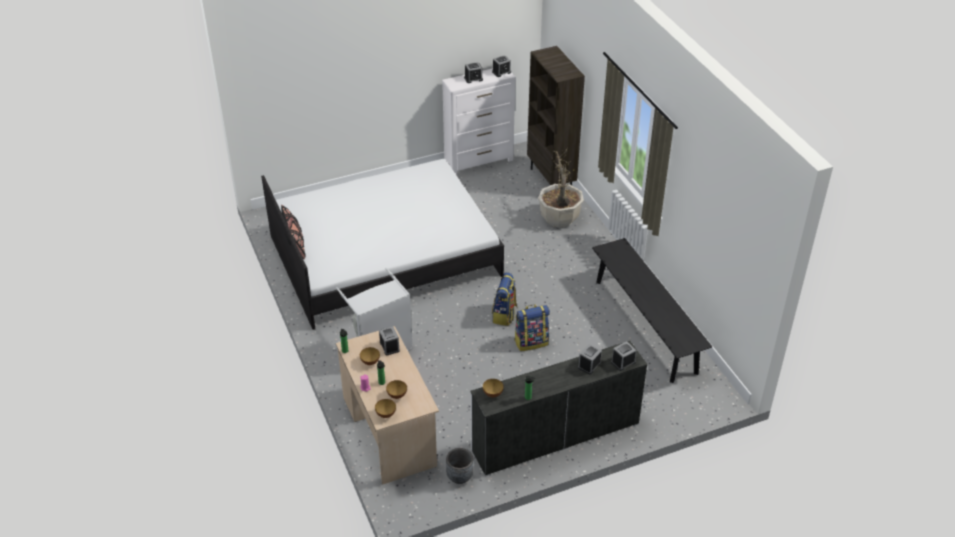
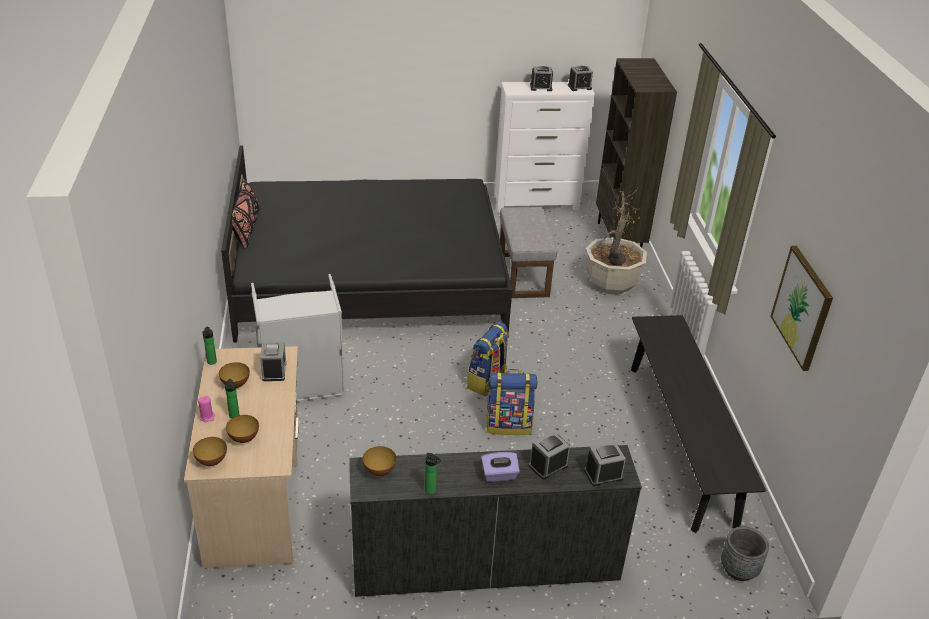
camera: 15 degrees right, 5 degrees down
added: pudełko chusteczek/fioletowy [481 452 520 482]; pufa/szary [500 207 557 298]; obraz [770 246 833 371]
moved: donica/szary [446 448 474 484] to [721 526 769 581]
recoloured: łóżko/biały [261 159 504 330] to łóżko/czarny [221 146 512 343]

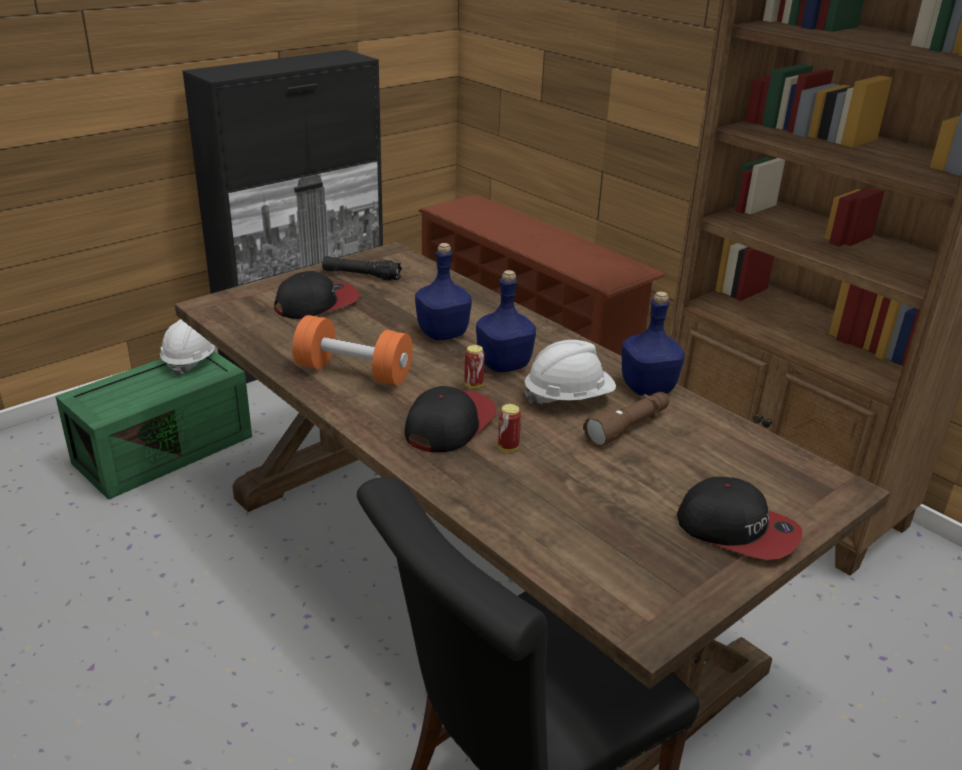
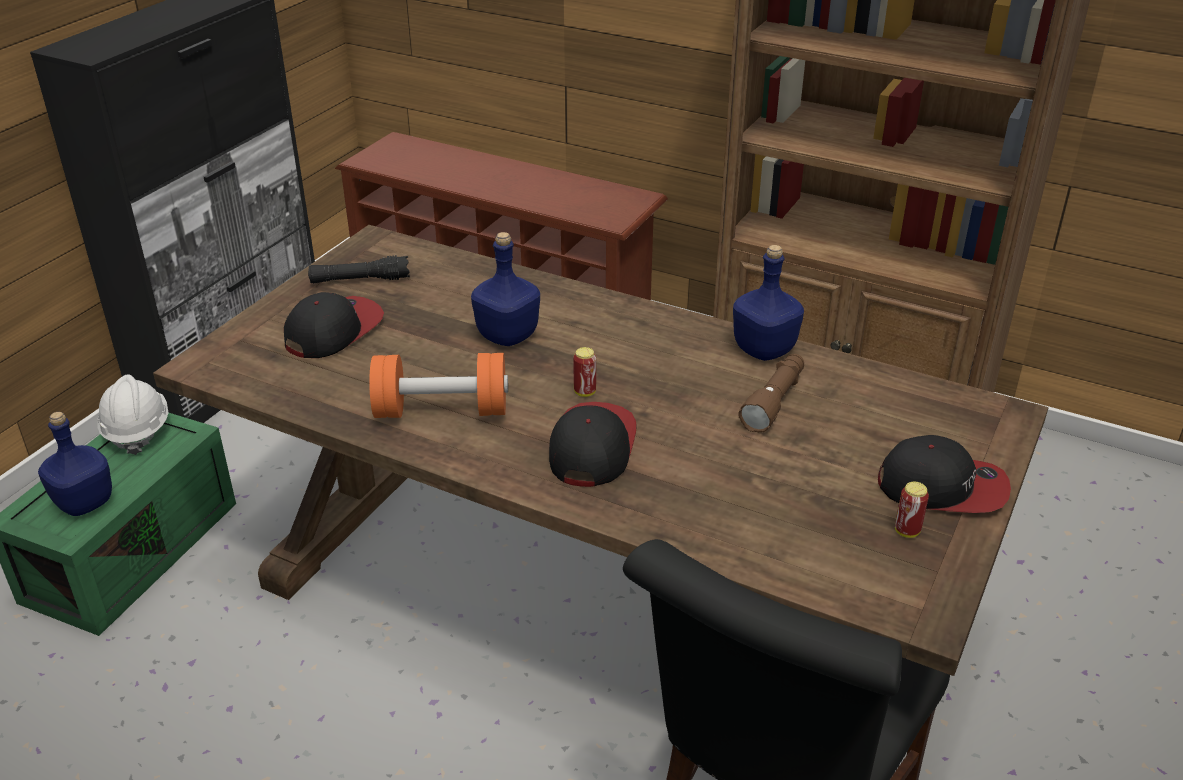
camera: 20 degrees left, 5 degrees up
removed: kask/biały [524 340 616 404]
moved: butelka/niebieski [476 270 536 372] to [38 412 112 516]; puszka [498 404 521 452] to [895 482 929 538]

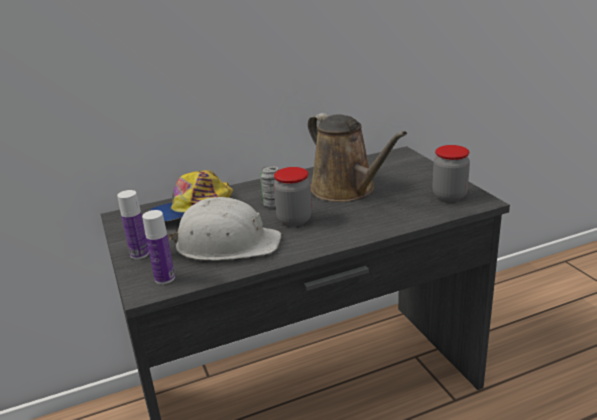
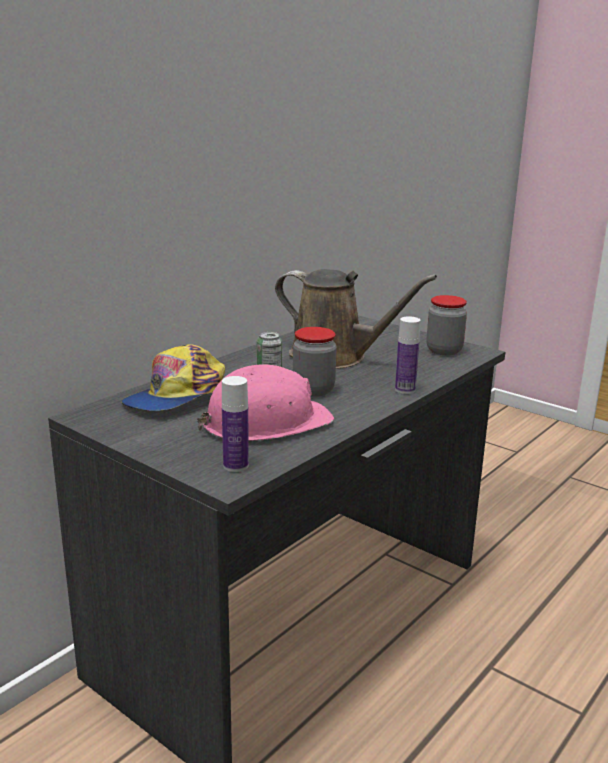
camera: 30 degrees left, 5 degrees down
moved: butelka [117 190 149 259] to [395 316 420 394]
recoloured: kask/biały [168 197 281 261] to kask/różowy [197 364 334 441]

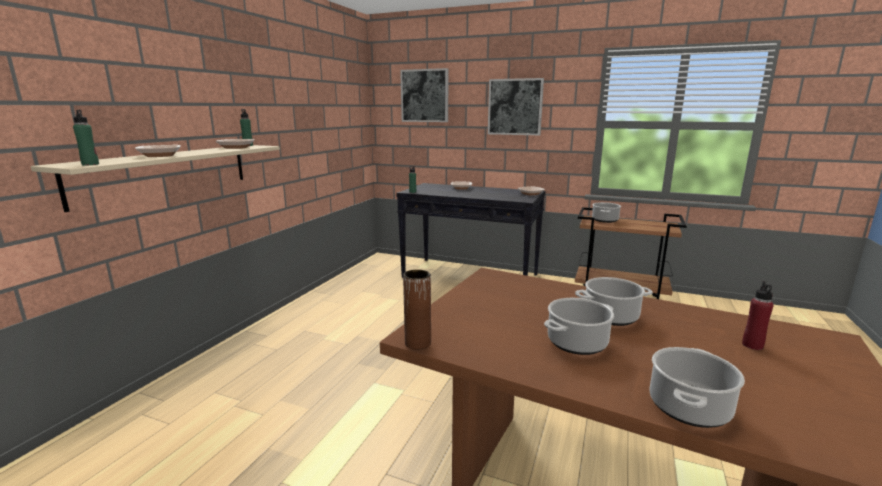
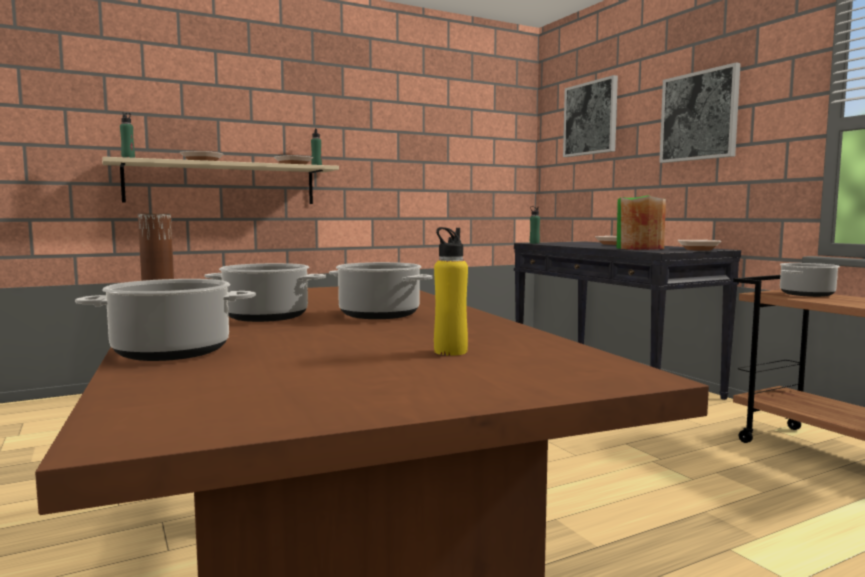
camera: 40 degrees right, 10 degrees down
added: wazon/zielony [617 195 666 250]
recoloured: butelka/czerwony [742 281 774 350] to butelka/żółty [434 227 468 356]

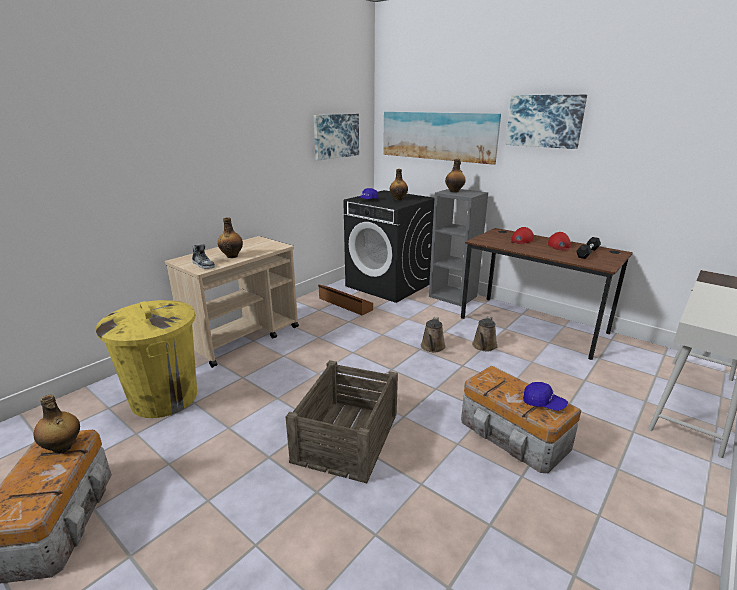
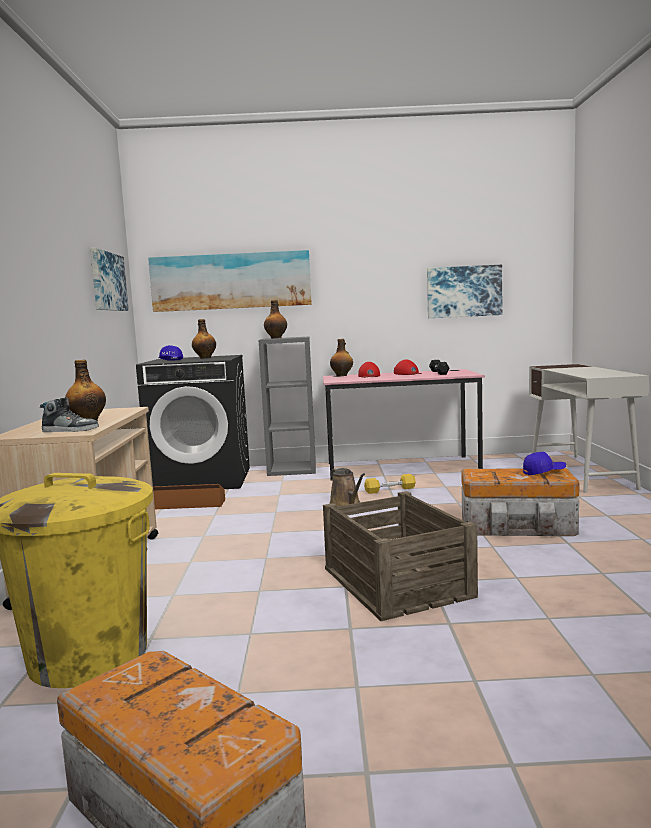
camera: 40 degrees left, 15 degrees down
moved: butelka [33 395 80 454] to [330 339 353 376]; obraz [506 95 587 149] to [427 265 502 318]
replaced: konewka/brązowy [472 316 498 351] to hantel/żółty [364 474 416 494]
recoloured: biurko/brązowy [461 228 633 360] to biurko/różowy [323 369 485 480]

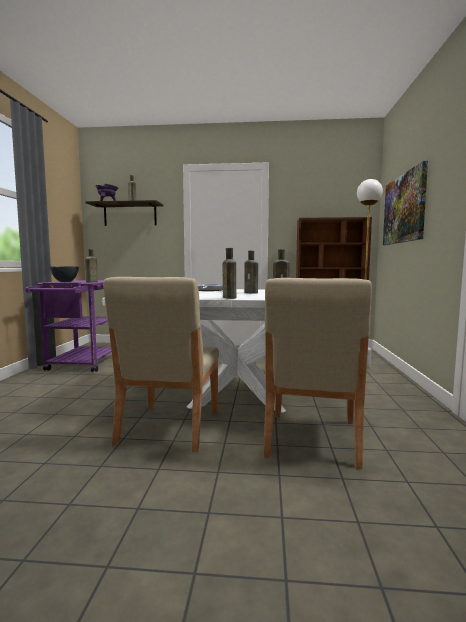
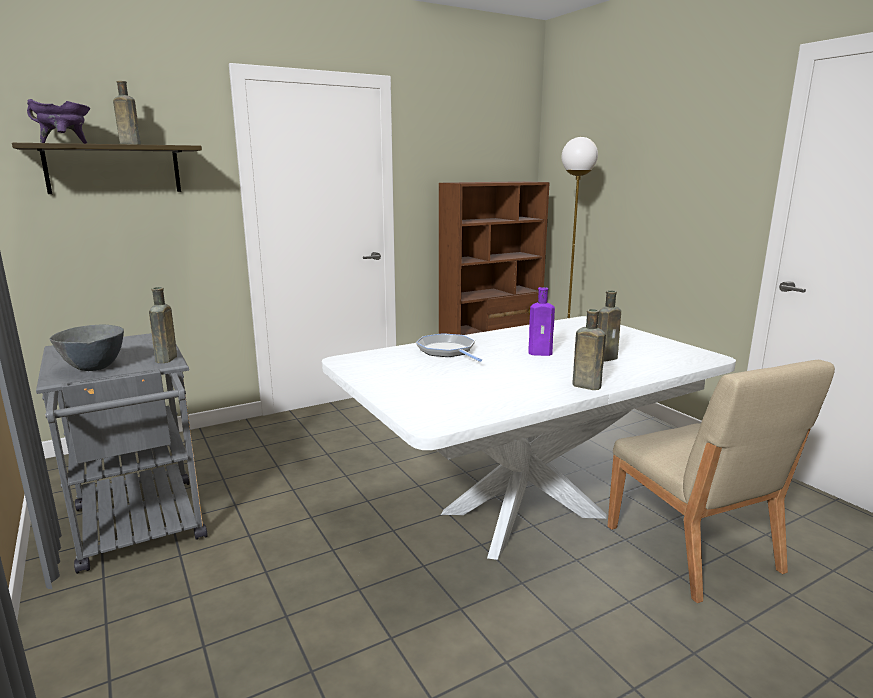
camera: 35 degrees left, 10 degrees up
removed: krzesło/beżowy [103 277 219 452]; obraz [383 161 428 245]
recoloured: wózek/fioletowy [26 280 112 372] to wózek/szary [36 333 208 574]; butelka/brązowy [244 251 258 294] to butelka/fioletowy [528 287 555 356]

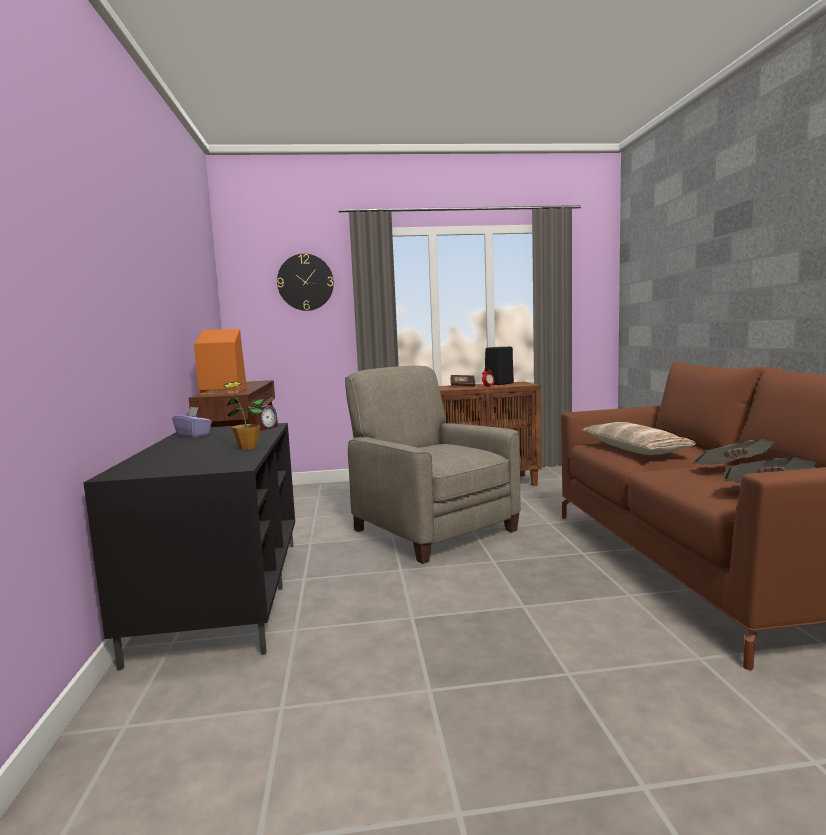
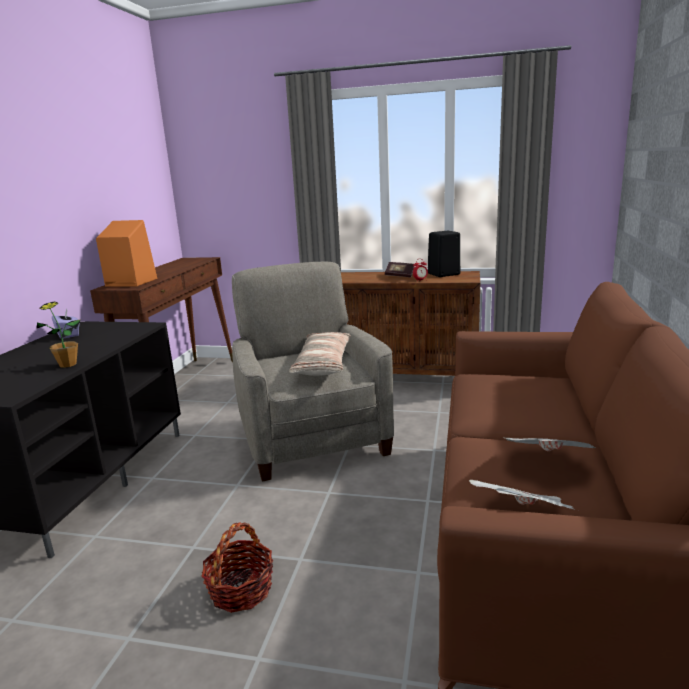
camera: 20 degrees right, 10 degrees up
removed: budzik [247 404 278 431]; zegar ścienny [277 254 334 311]
added: koszyk [201 522 273 613]
moved: poduszka [582 422 696 455] to [289 332 351 376]

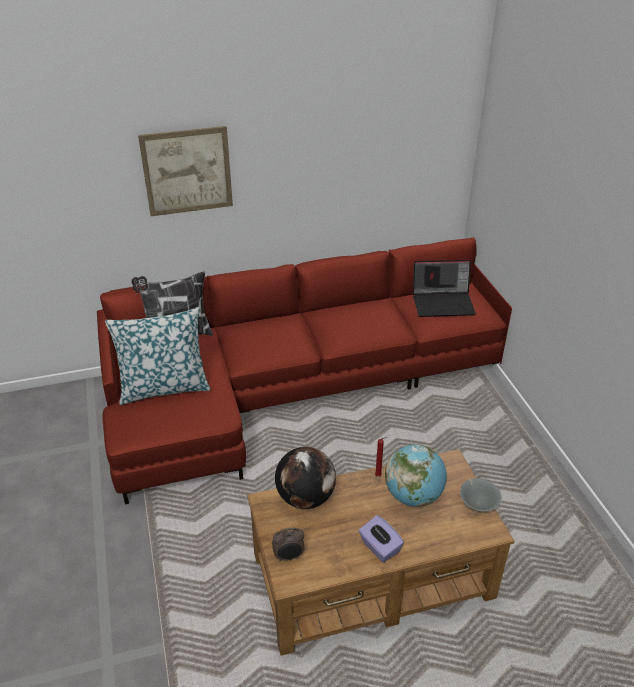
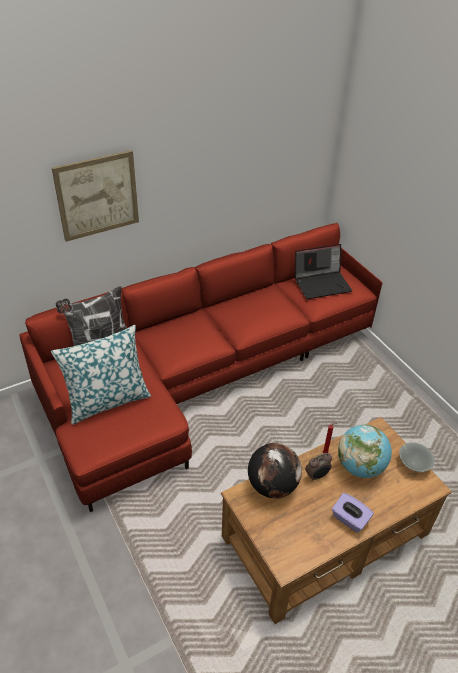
camera: 15 degrees left, 5 degrees up
moved: budzik [272 528 304 562] to [305 453 332 481]

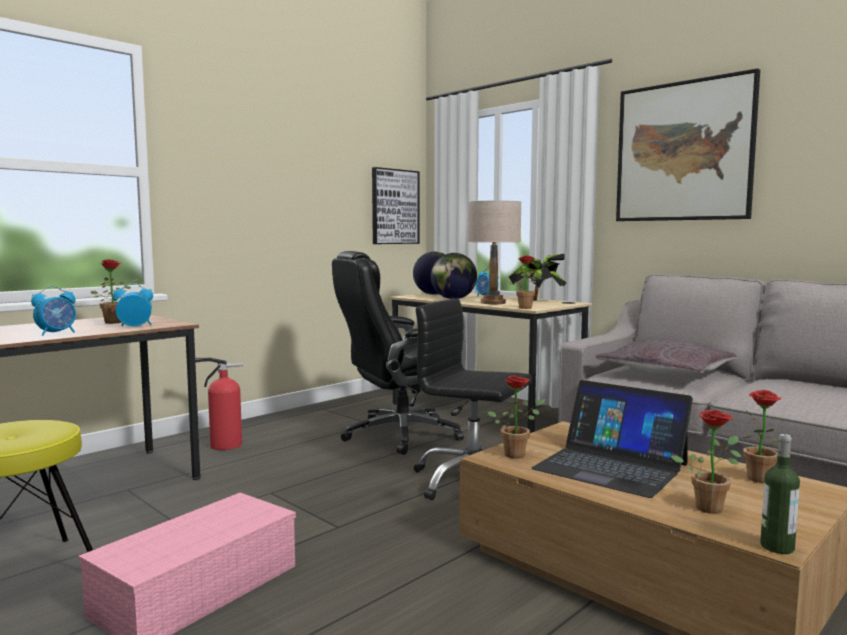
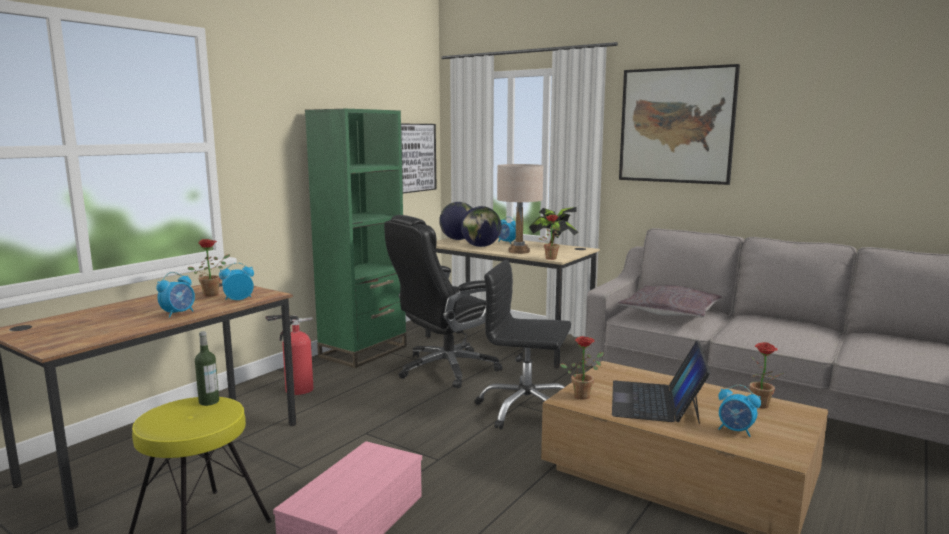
camera: 10 degrees left, 5 degrees up
added: regał/zielony [305 109 407 368]
moved: butelka [760 434 800 554] to [195 331 219 406]
replaced: roślina doniczkowa [671 410 741 514] to budzik [718 385 761 437]
turned: laptop [531 380 693 498] = [612 341 711 424] 75 degrees clockwise

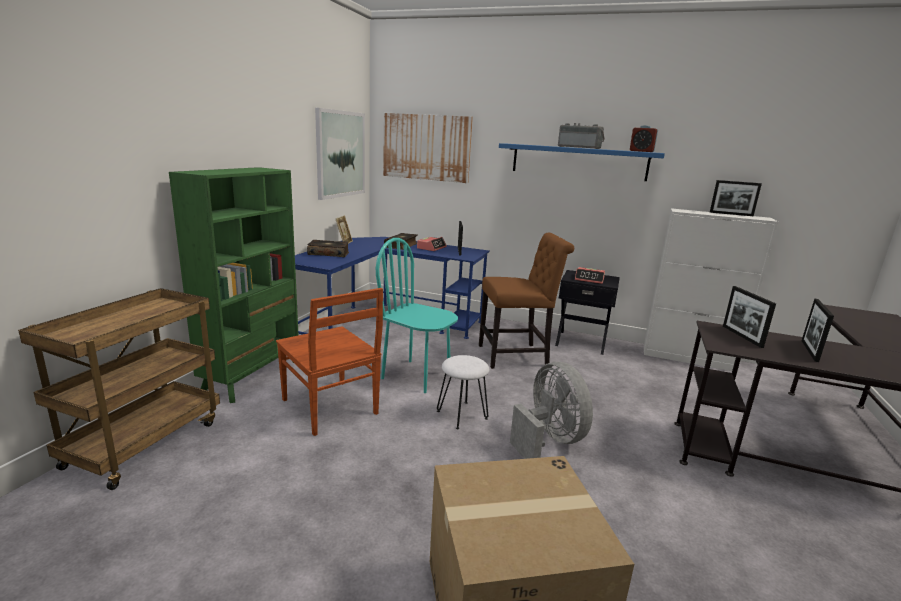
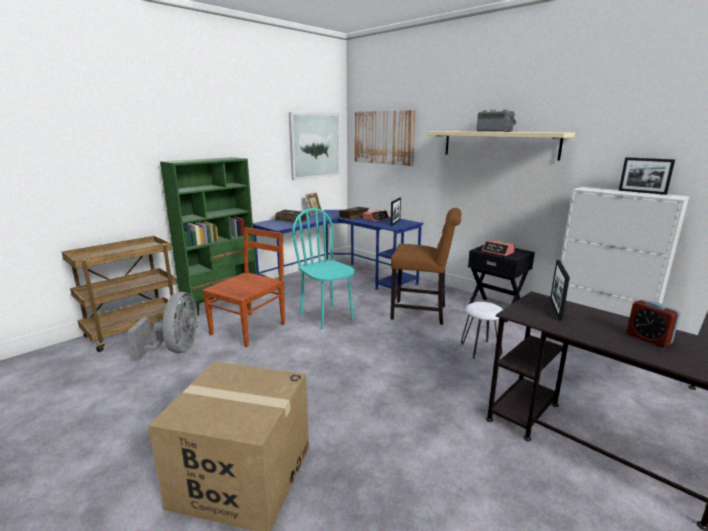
camera: 25 degrees right, 0 degrees up
removed: ramka na zdjęcie [802 299 834 362]
moved: wentylator/szary [510 362 593 459] to [127 292 198 361]; stołek/biały [437 355 489 429] to [461 302 503 358]; budzik [630 125 658 152] to [627 299 681 347]
recoloured: półka/niebieski [499 143 665 181] to półka/beżowy [426 131 575 161]
turned: krzesło/brązowy [276 288 383 436] = [202 227 285 348] 135 degrees counterclockwise

